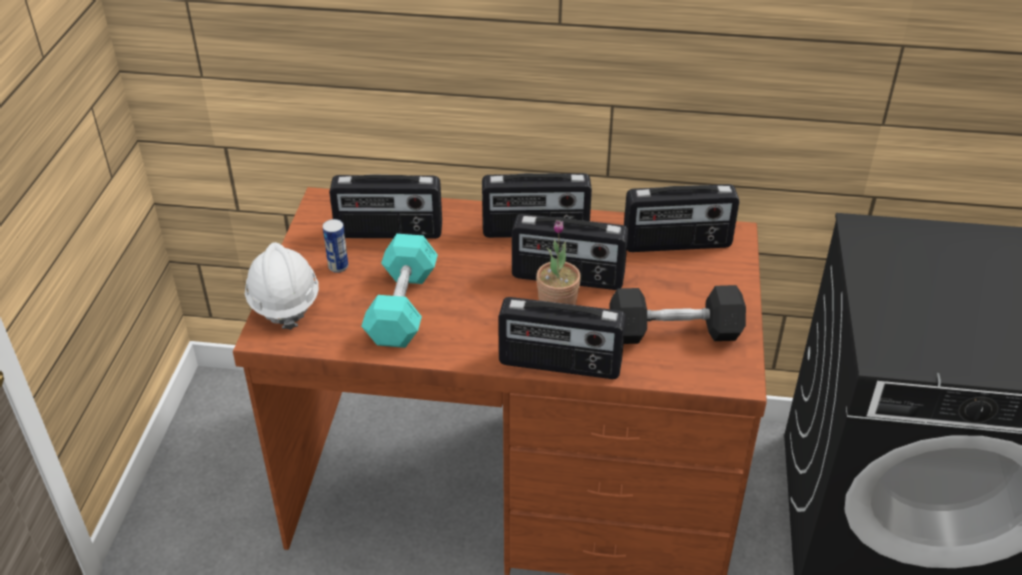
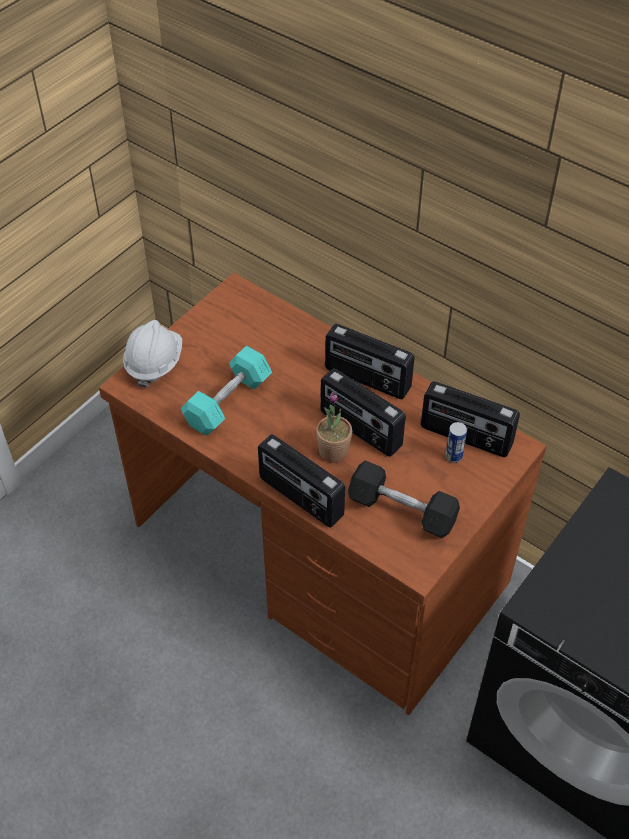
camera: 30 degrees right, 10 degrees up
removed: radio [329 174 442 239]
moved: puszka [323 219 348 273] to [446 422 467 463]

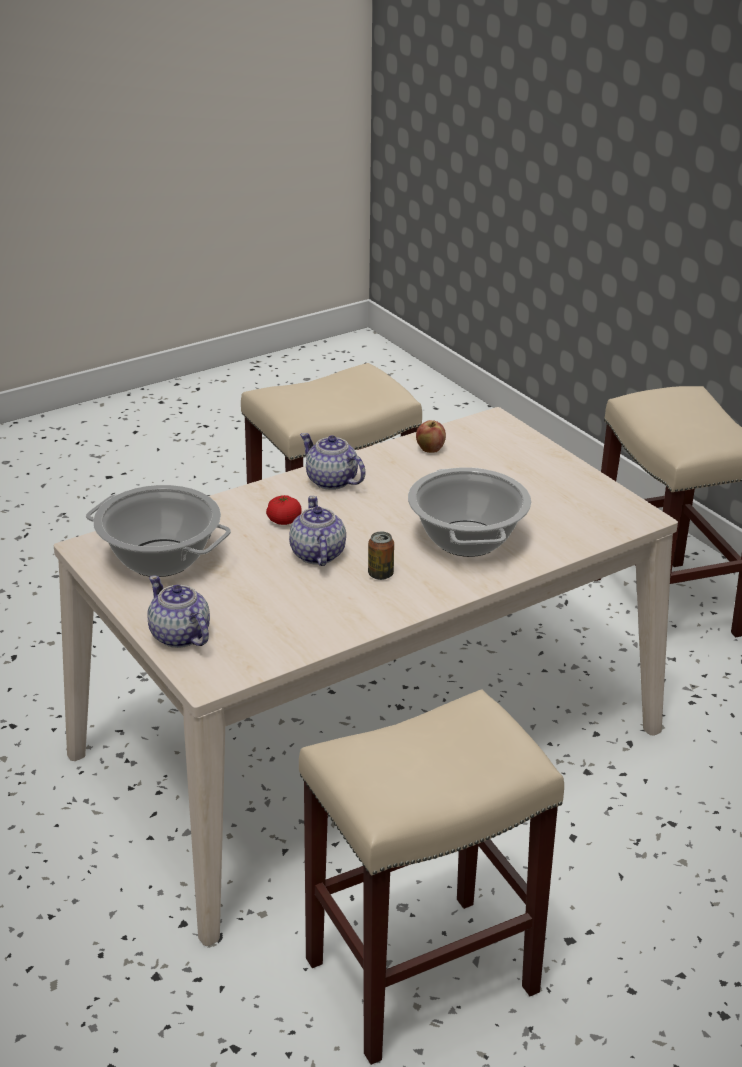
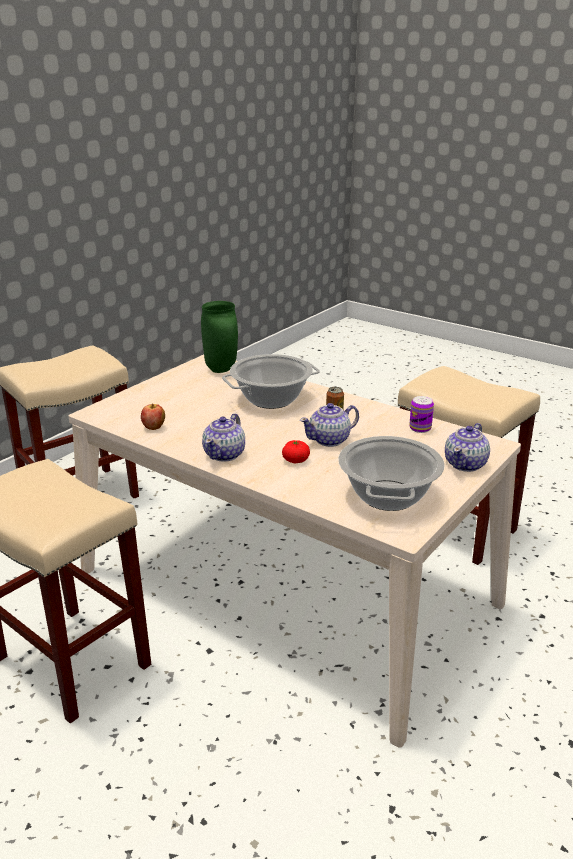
camera: 110 degrees left, 5 degrees down
added: wazon/zielony [201 301 238 373]; puszka [409 396 434 433]

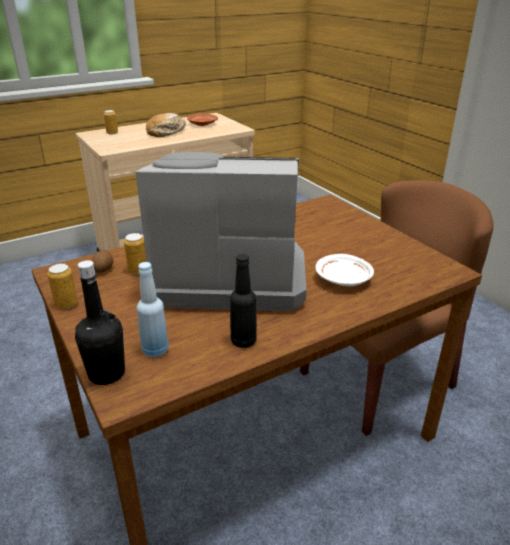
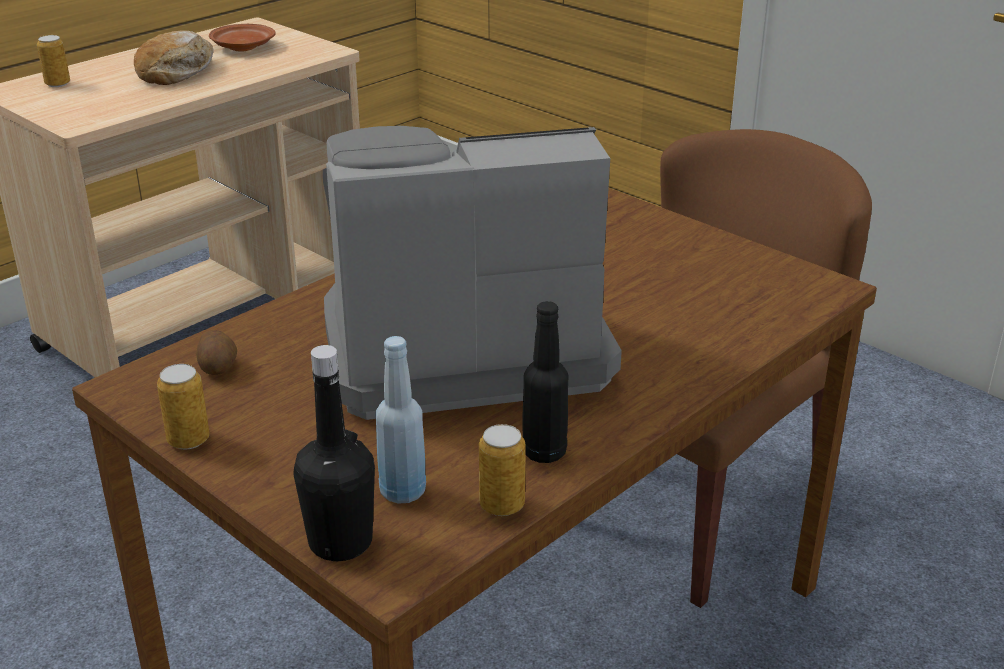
camera: 15 degrees left, 0 degrees up
removed: talerz/biały [316 254 374 286]
moved: puszka [124 233 147 274] to [479 424 526 516]

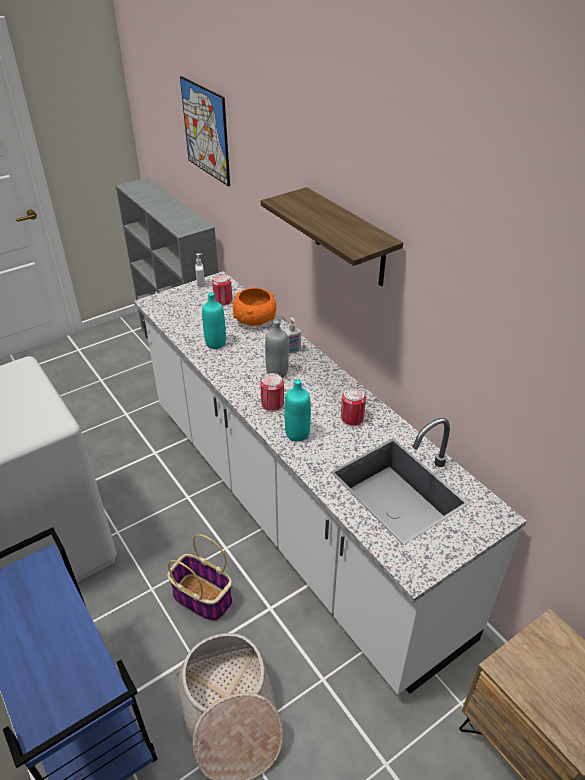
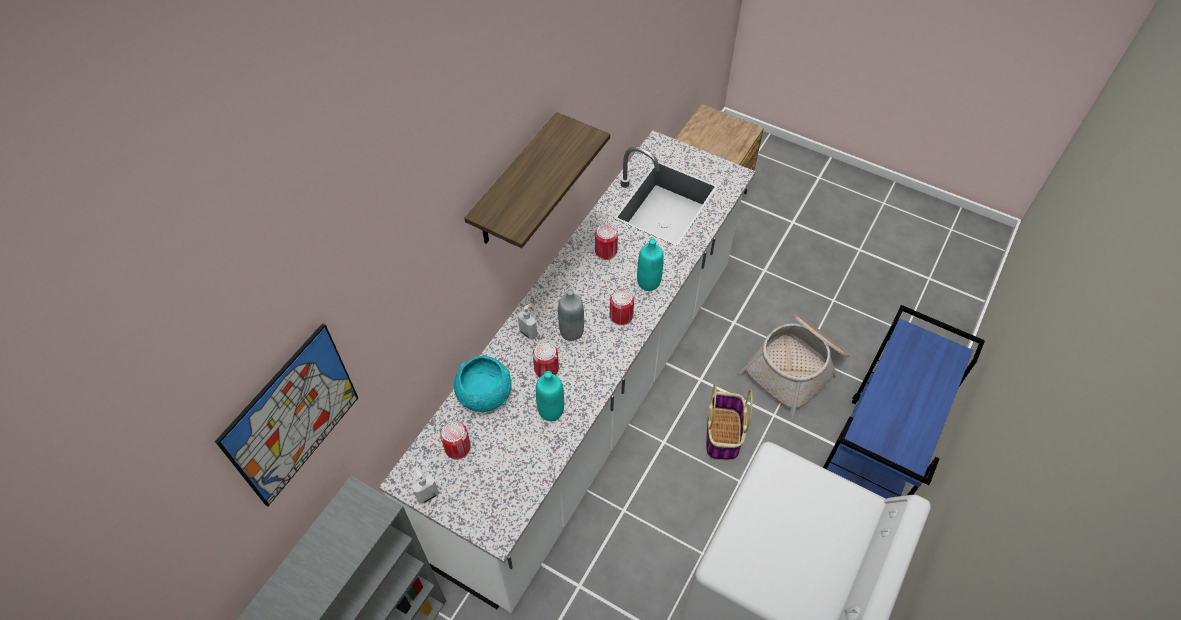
camera: 115 degrees left, 15 degrees up
added: puszka [533 342 559 378]
recoloured: miska/pomarańczowy [233 288 277 326] to miska/turkusowy [454 356 512 412]

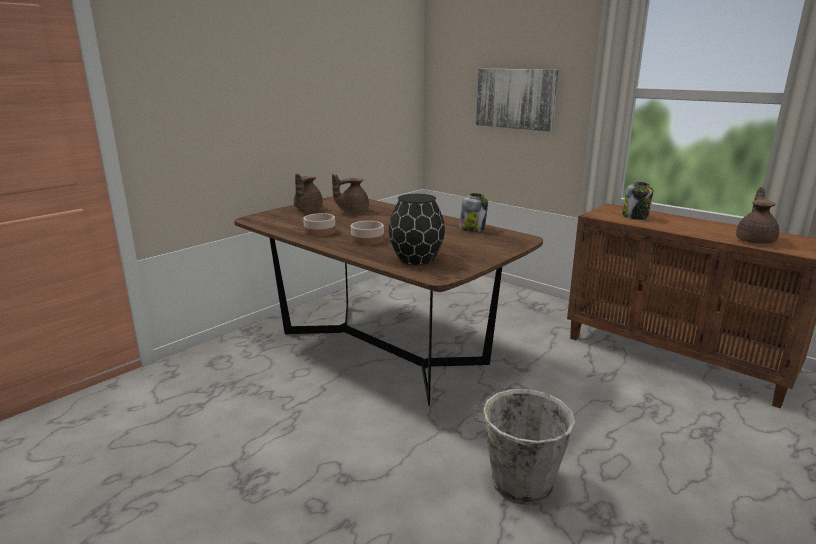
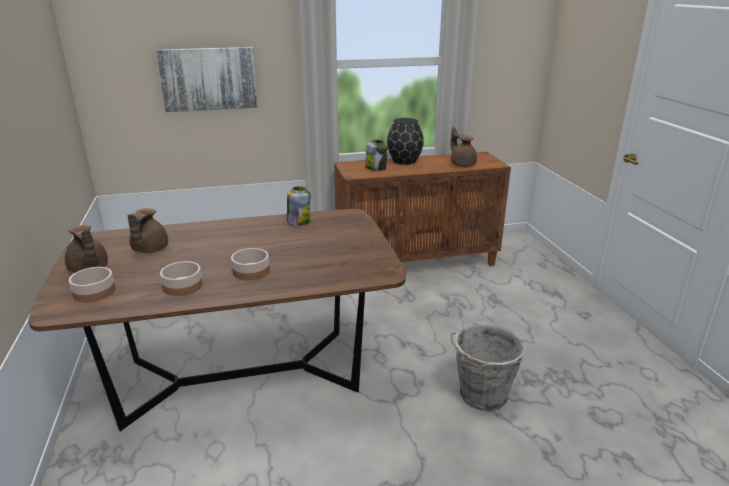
camera: 55 degrees left, 5 degrees up
added: miska [69 267 115 303]
moved: wazon/czarny [389 194 445 265] to [387 118 424 165]

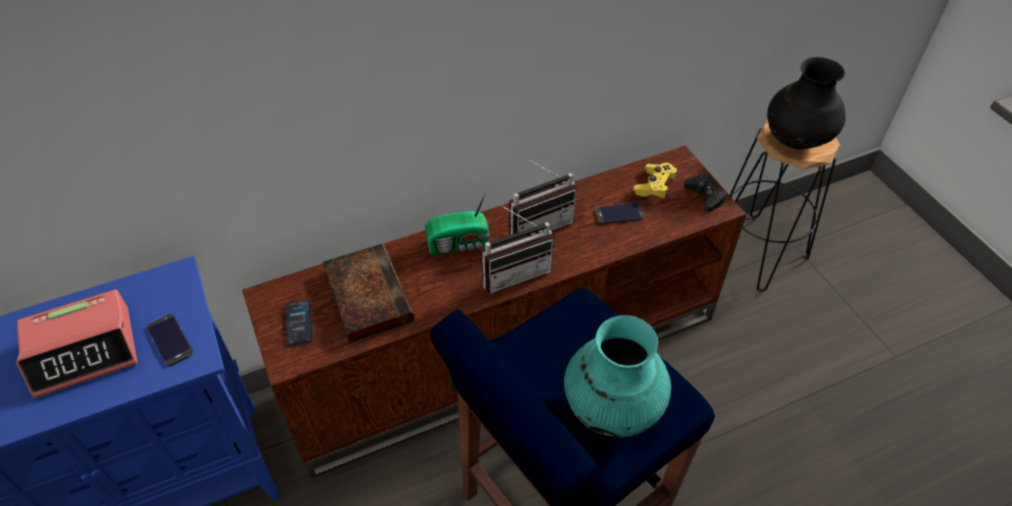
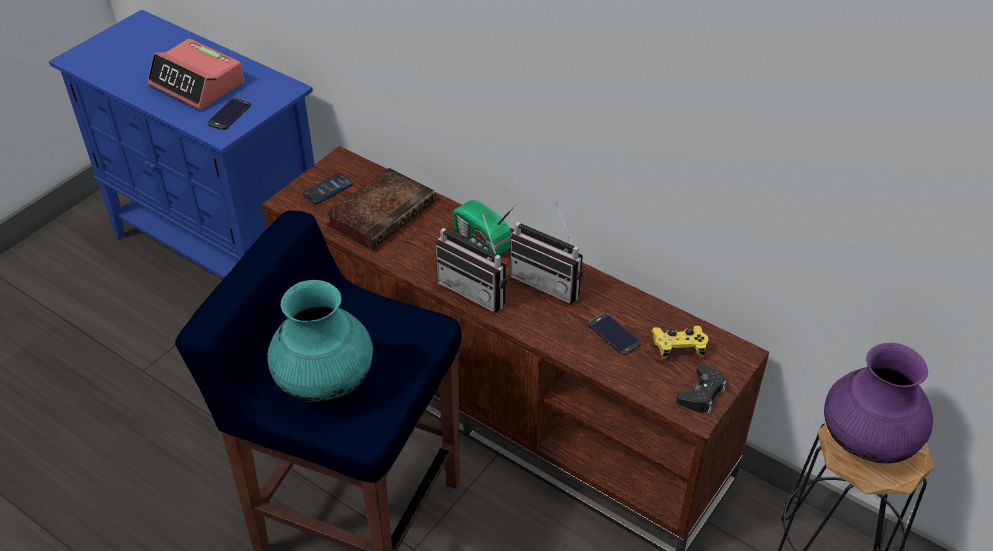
camera: 60 degrees right, 5 degrees down
recoloured: wazon/czarny [767 57 846 150] to wazon/fioletowy [824 343 933 463]

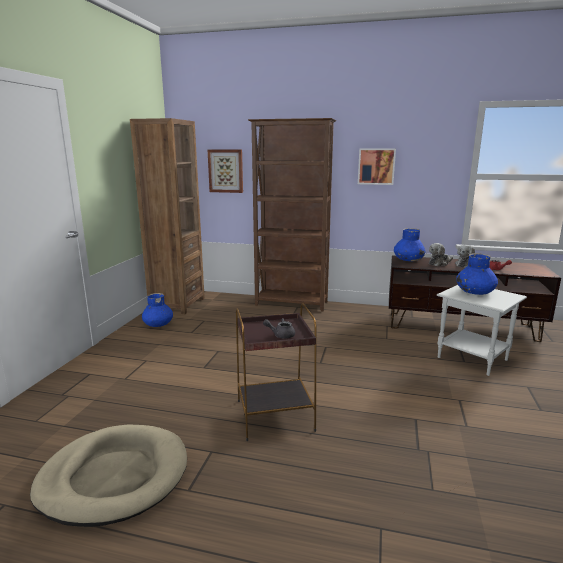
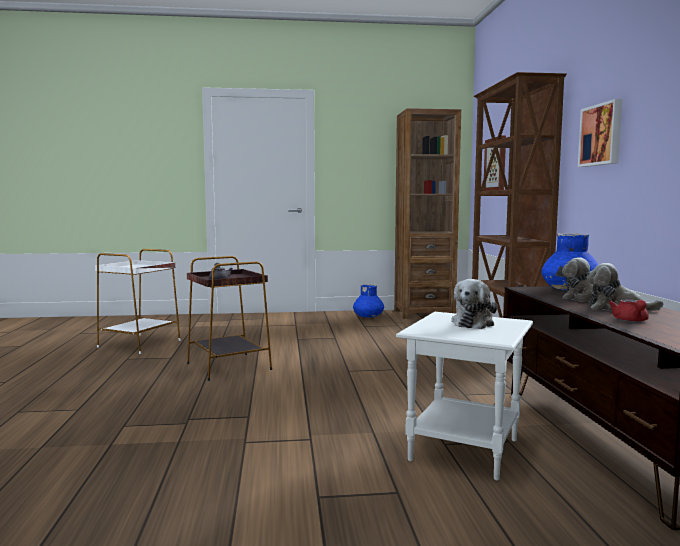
camera: 70 degrees right, 10 degrees down
replaced: legowisko/beżowy [30 424 187 527] to stolik/biały [95 249 181 354]; wazon/niebieski [456 253 498 295] to pluszak [451 279 498 329]

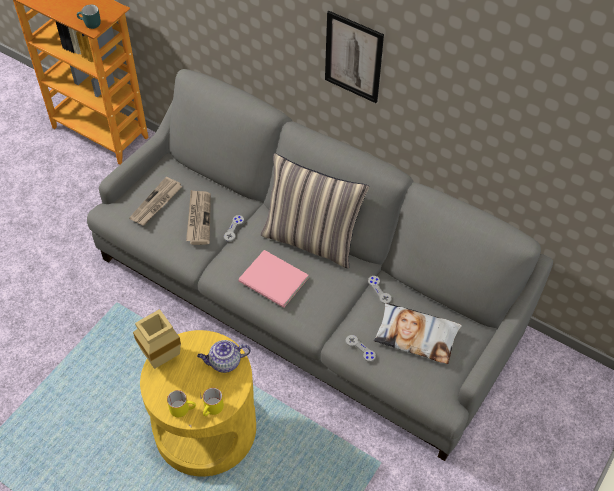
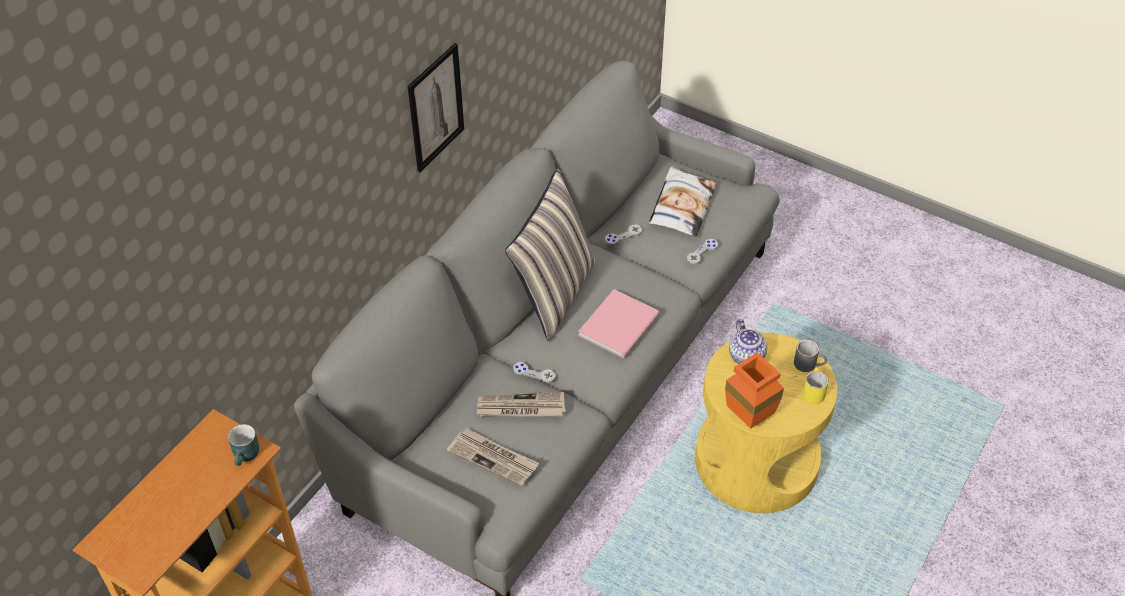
camera: 90 degrees left, 5 degrees down
recoloured: wazon/beżowy [133 309 181 369] to wazon/pomarańczowy [725 352 784 429]; kubek/żółty [203 388 224 416] to kubek/szary [794 340 827 372]

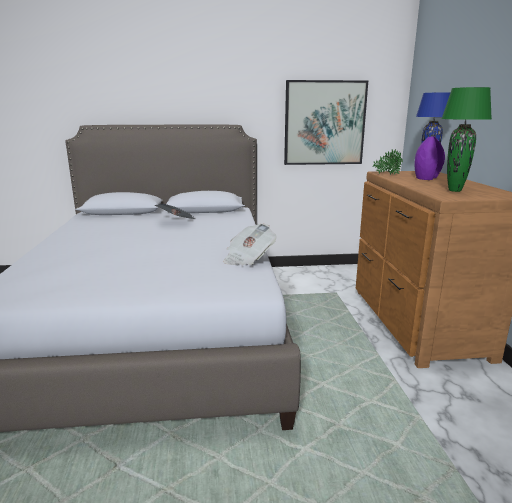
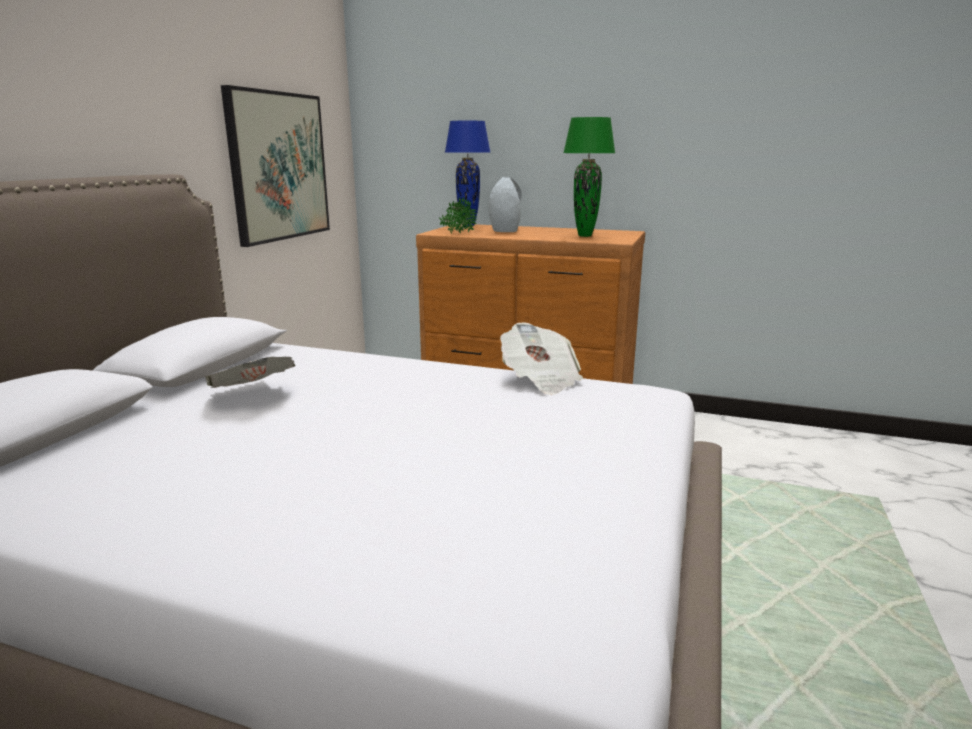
camera: 65 degrees left, 0 degrees up
recoloured: wazon/fioletowy [414 137 445 180] to wazon/szary [489 177 522 232]

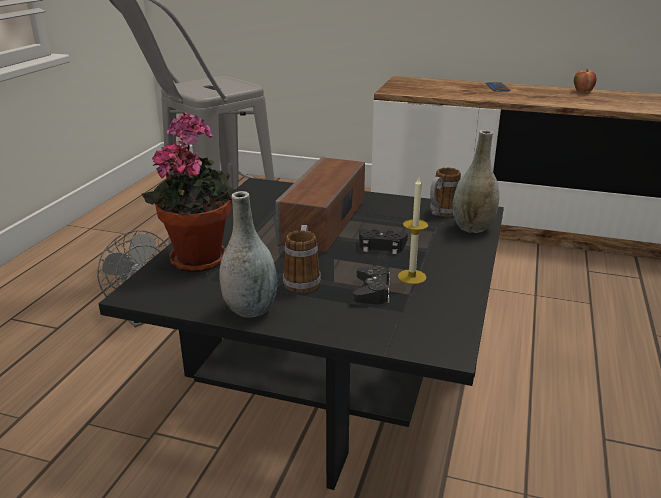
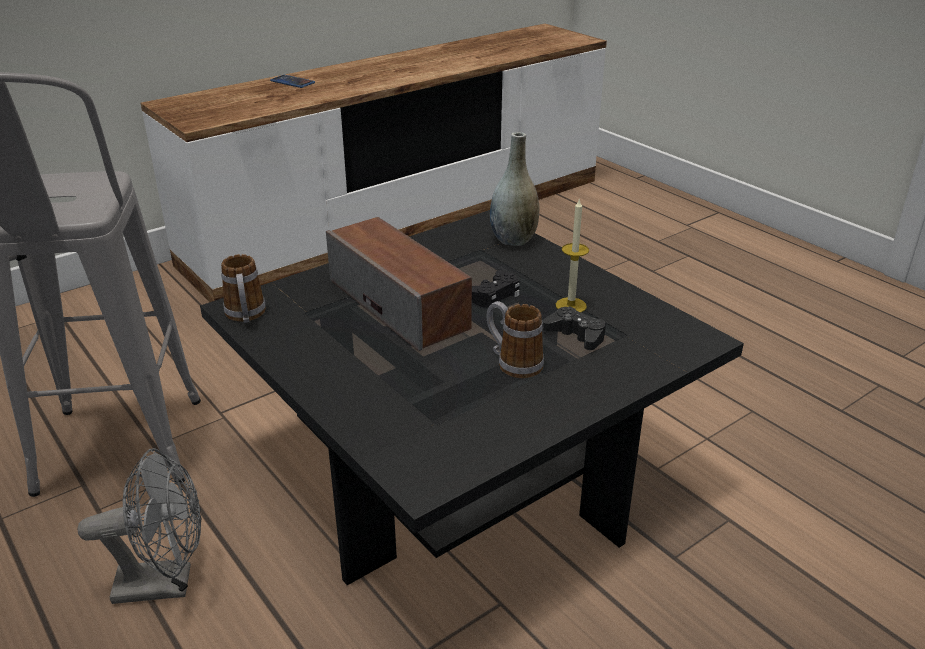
camera: 55 degrees left, 5 degrees up
removed: roślina doniczkowa [142 112 241 272]; wazon/szary [219 191 278 318]; jabłko [574 69 596 93]
moved: kubek [430 167 461 217] to [221 254 266 323]

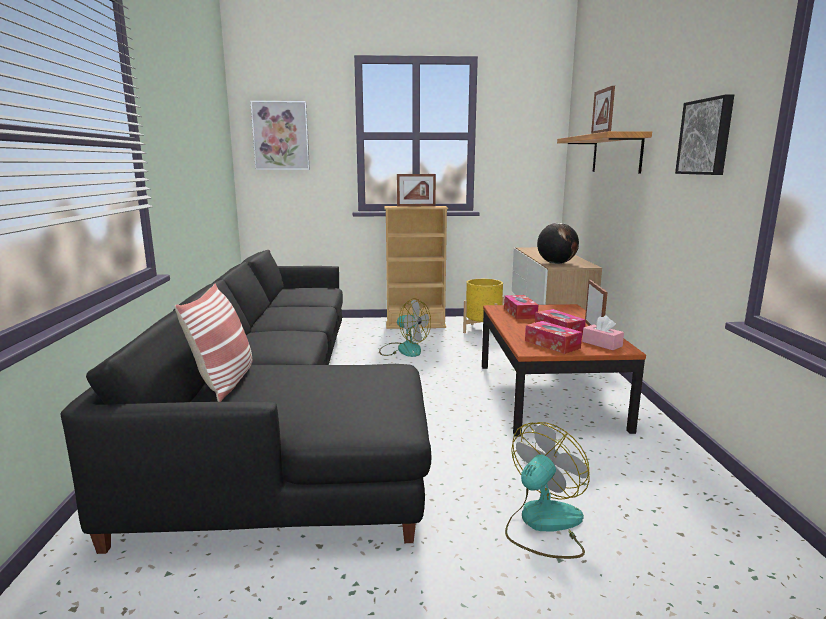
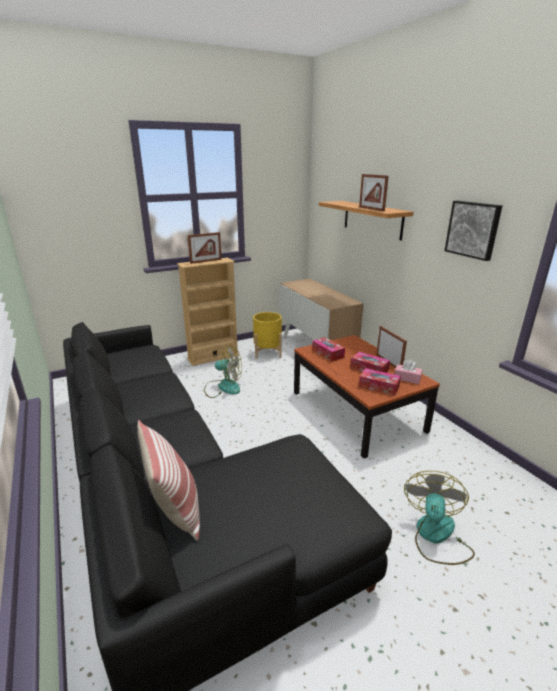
camera: 25 degrees left, 10 degrees up
removed: obraz [250 101 310 170]; globus [537 223 579 264]

